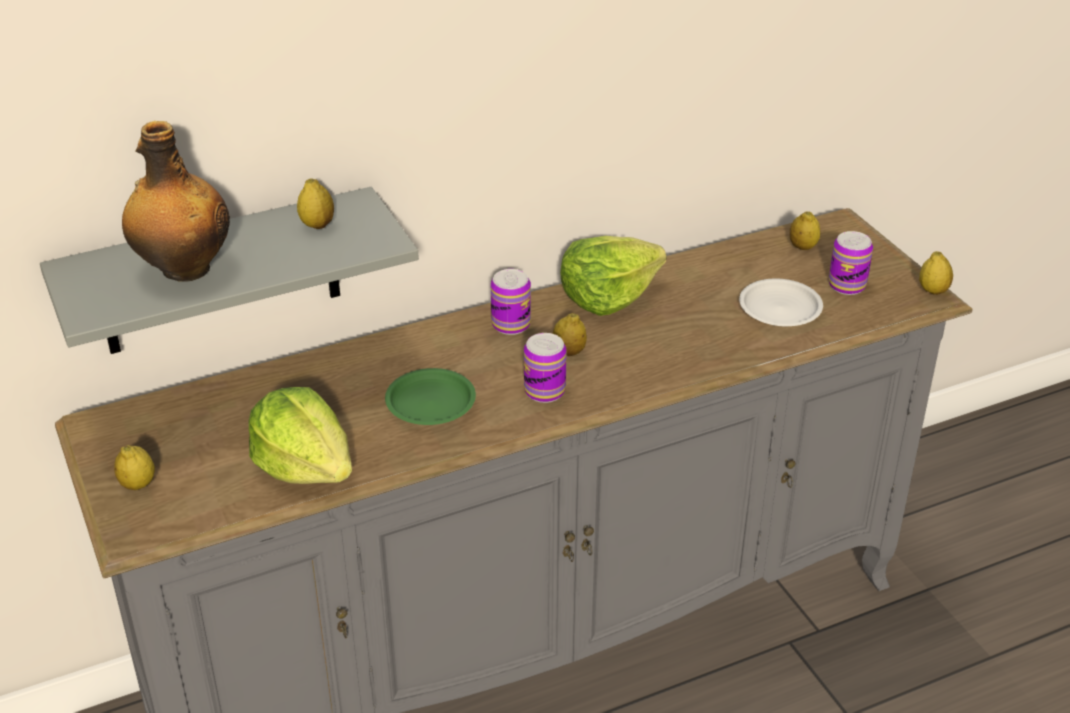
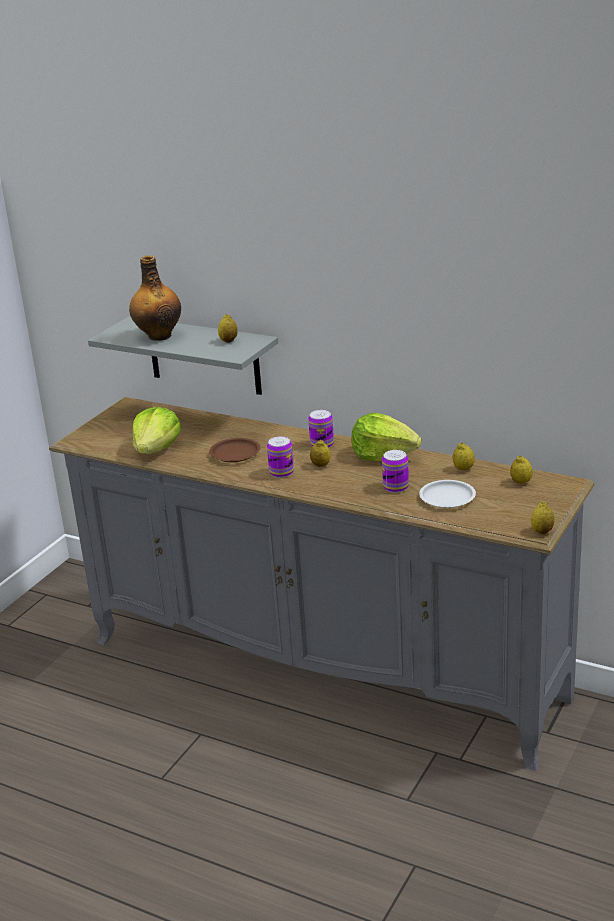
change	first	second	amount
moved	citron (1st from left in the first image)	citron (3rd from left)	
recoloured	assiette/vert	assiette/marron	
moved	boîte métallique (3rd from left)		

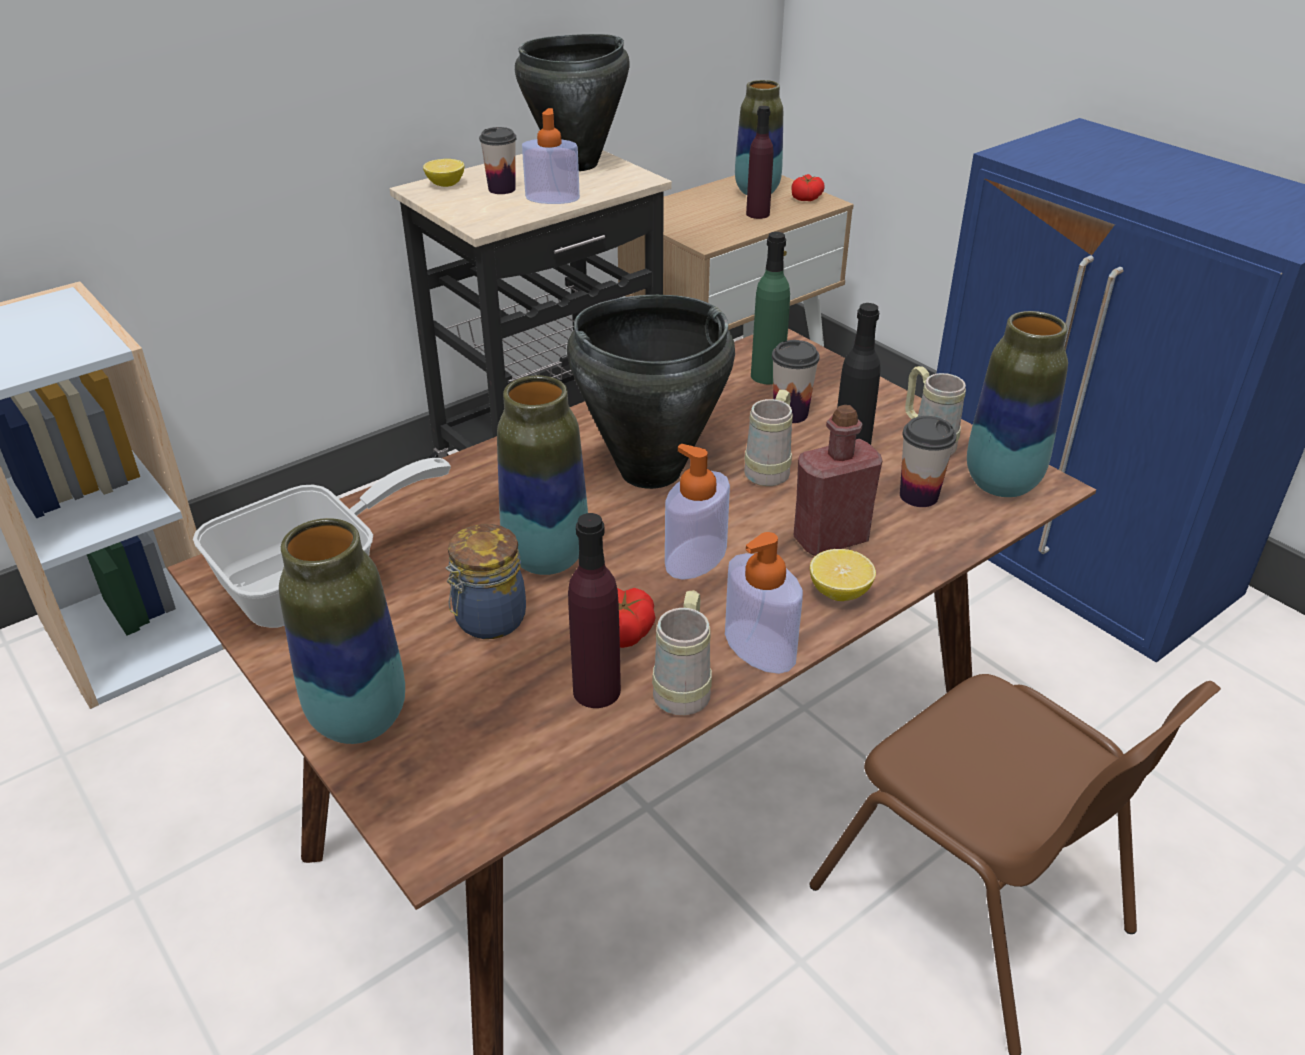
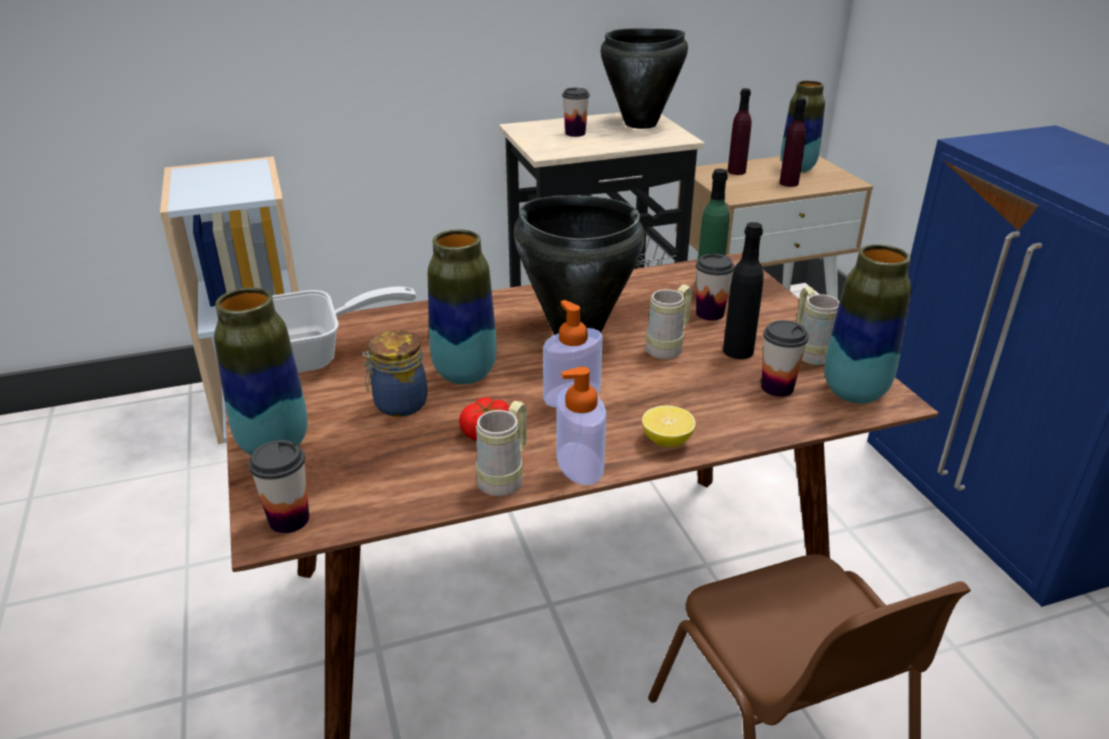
change	first	second	amount
removed	citron (1st from left)		
removed	distributeur de savon (1st from left)		
moved	bouteille/violet (1st from left)		
removed	tomate (2nd from left)		
removed	bouteille/rouge		
added		tasse (1st from left)	

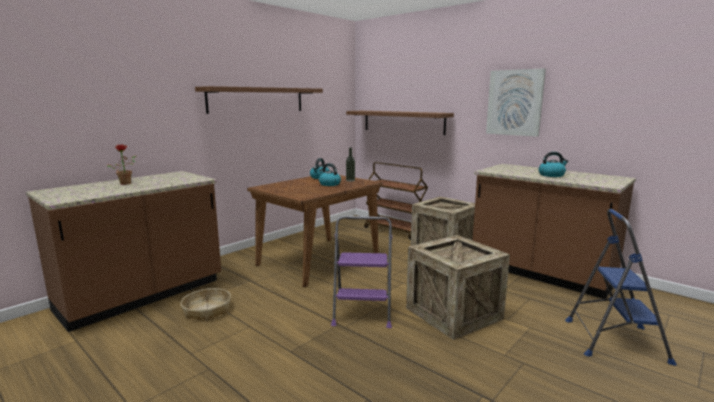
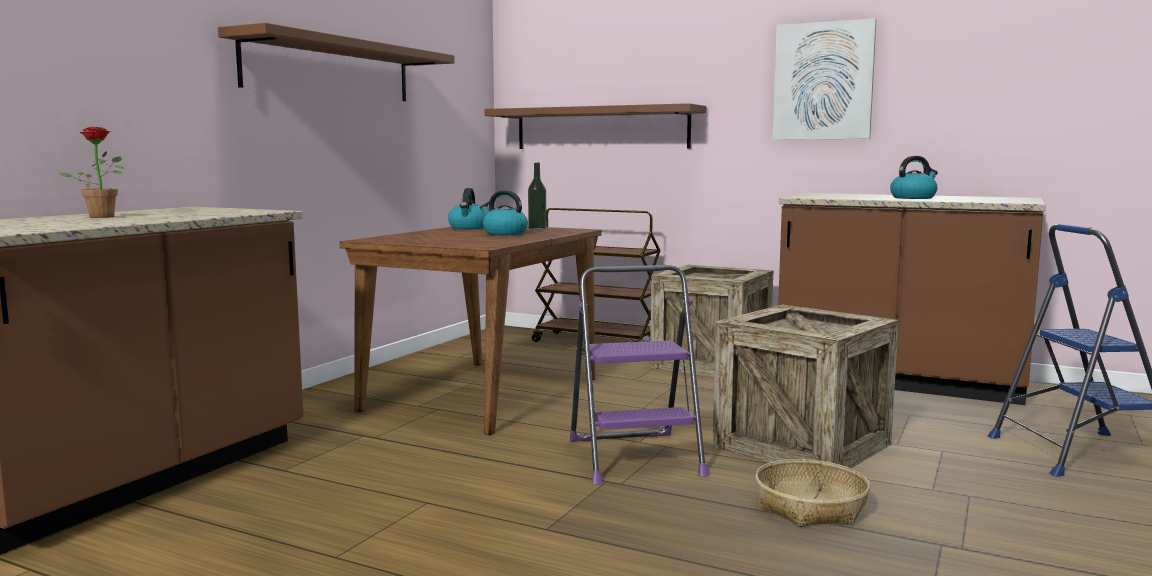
change	first	second	amount
moved	panier		

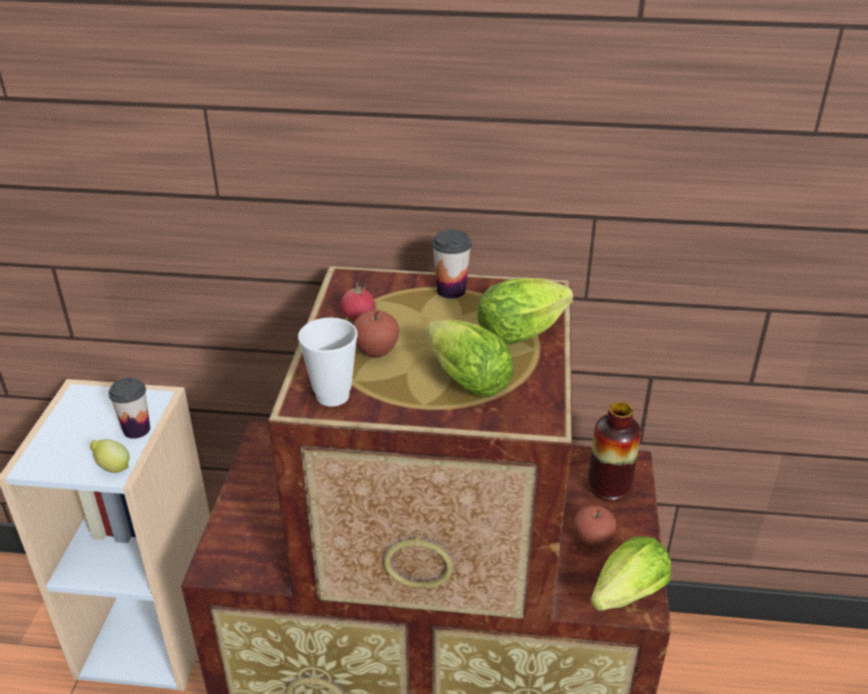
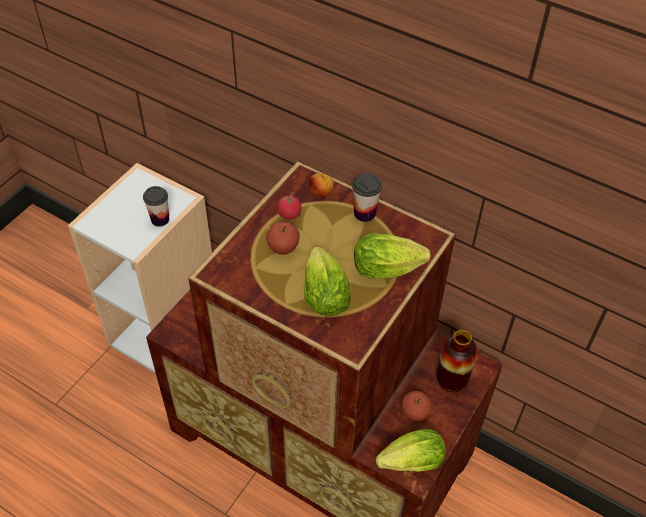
change	first	second	amount
removed	citron		
removed	tasse (2nd from left)		
added		pomme (2nd from left)	

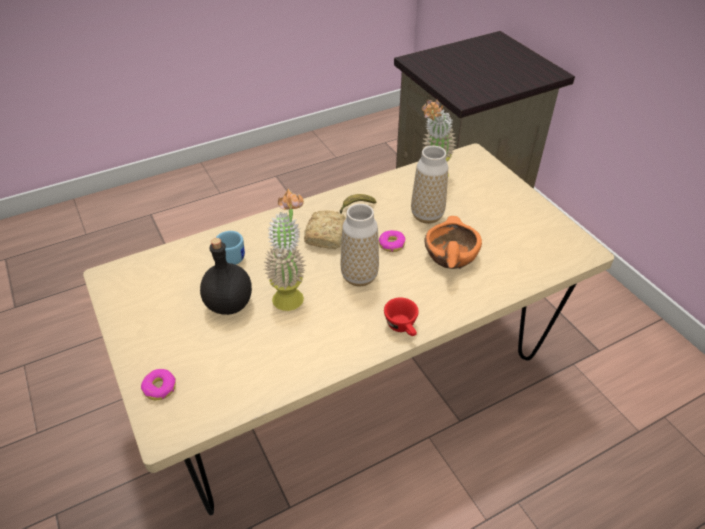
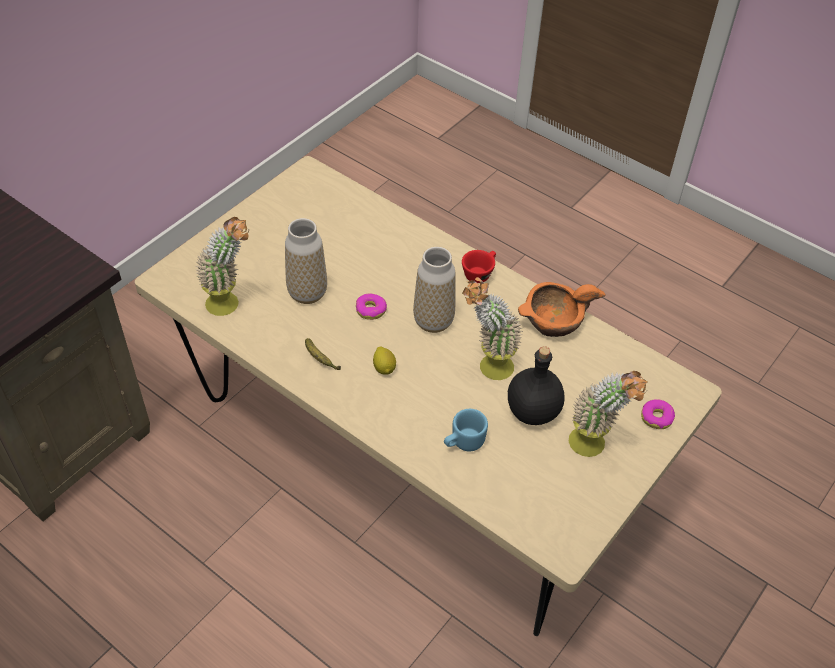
change	first	second	amount
replaced	pain	citron	
moved	bol/orange		
added		plante en pot (3rd from left)	

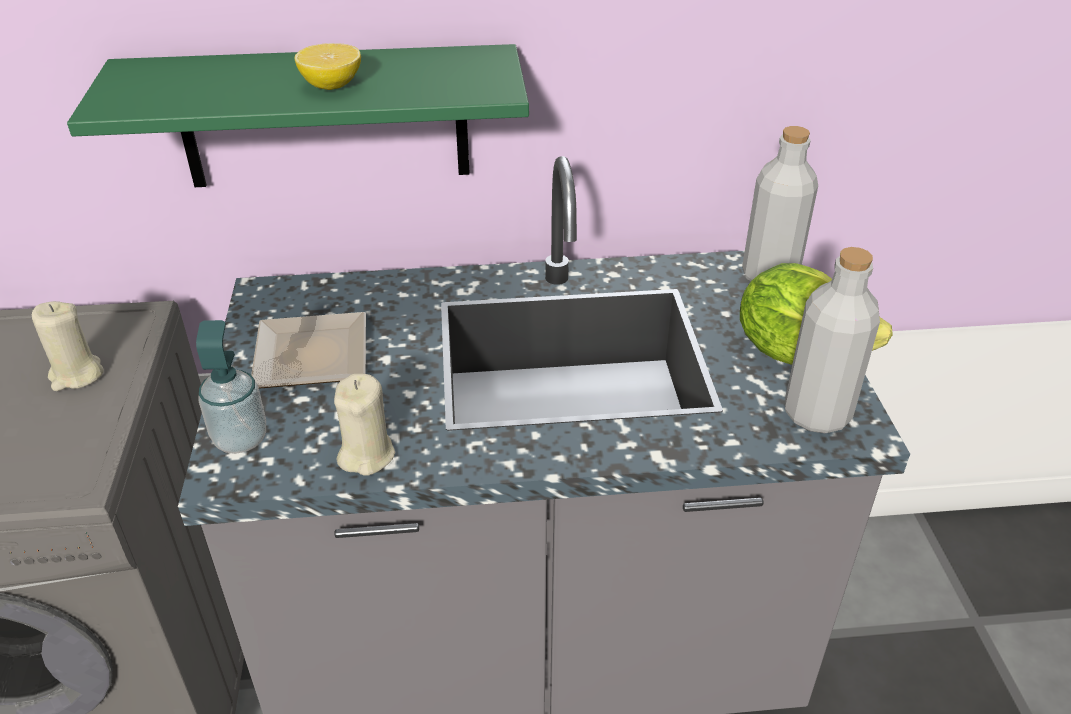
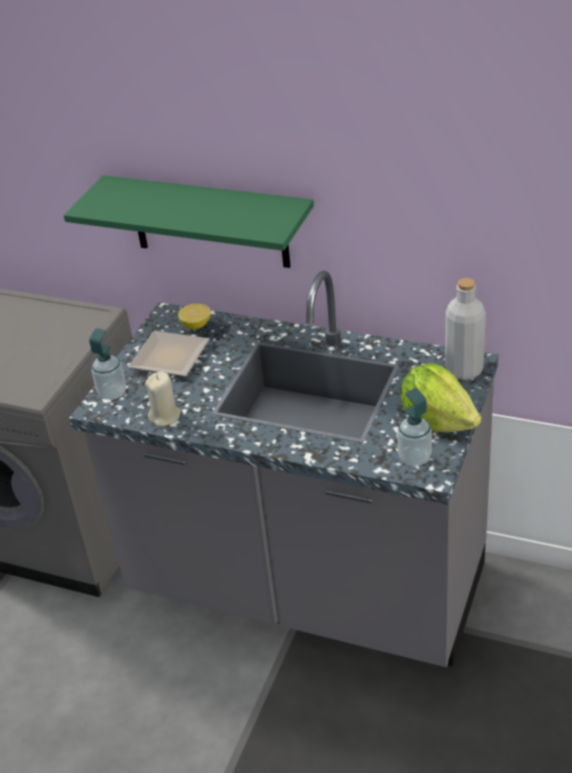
change	first	second	amount
removed	bougie/beige (1st from left)		
moved	citron		
replaced	bouteille/gris (2nd from left)	distributeur de savon (2nd from left)	

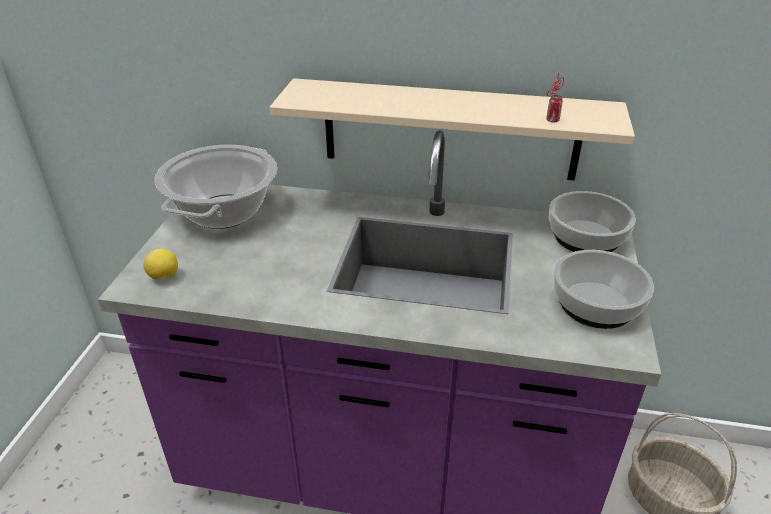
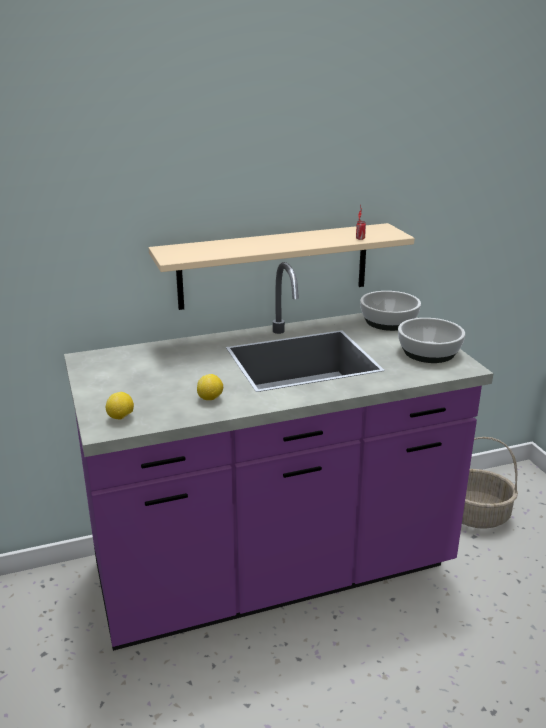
change	first	second	amount
removed	marmite		
added		citron (2nd from left)	

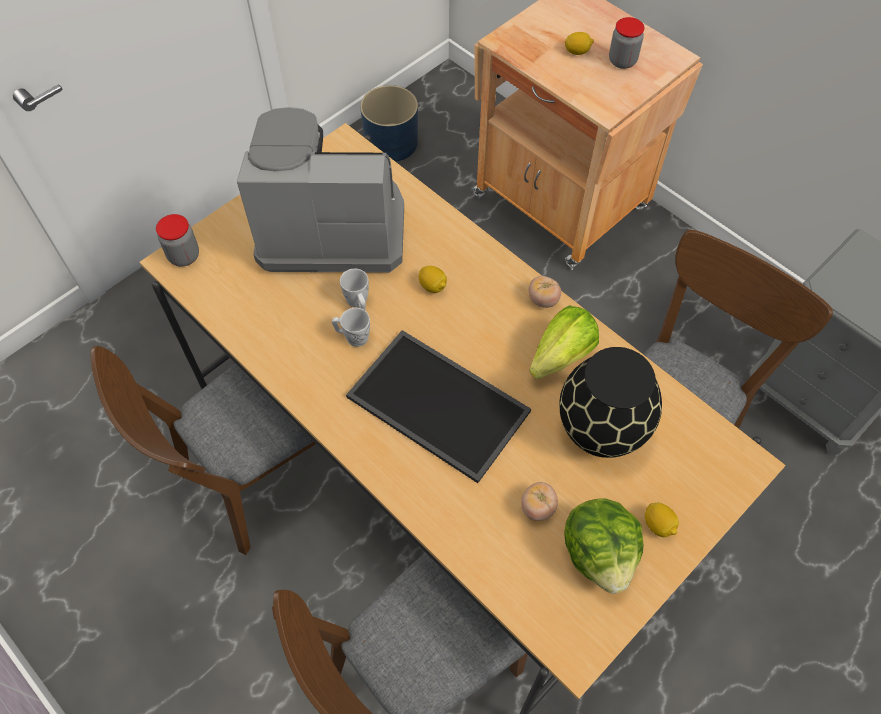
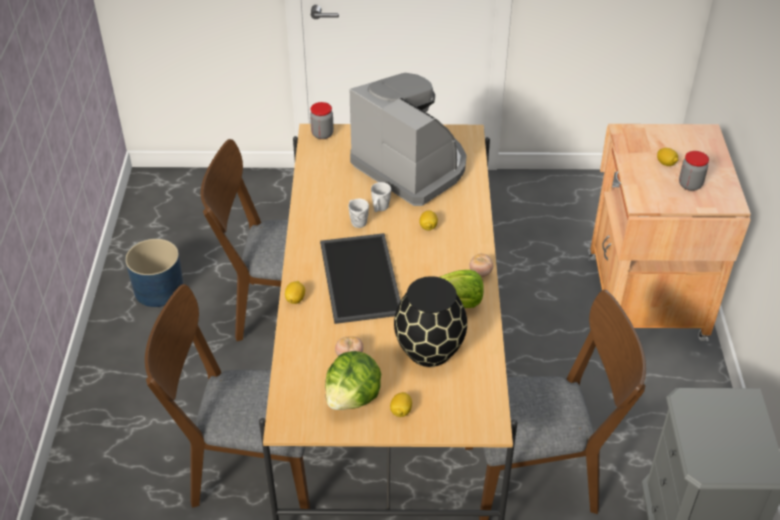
change	first	second	amount
moved	cache-pot/bleu		
added		citron (1st from left)	

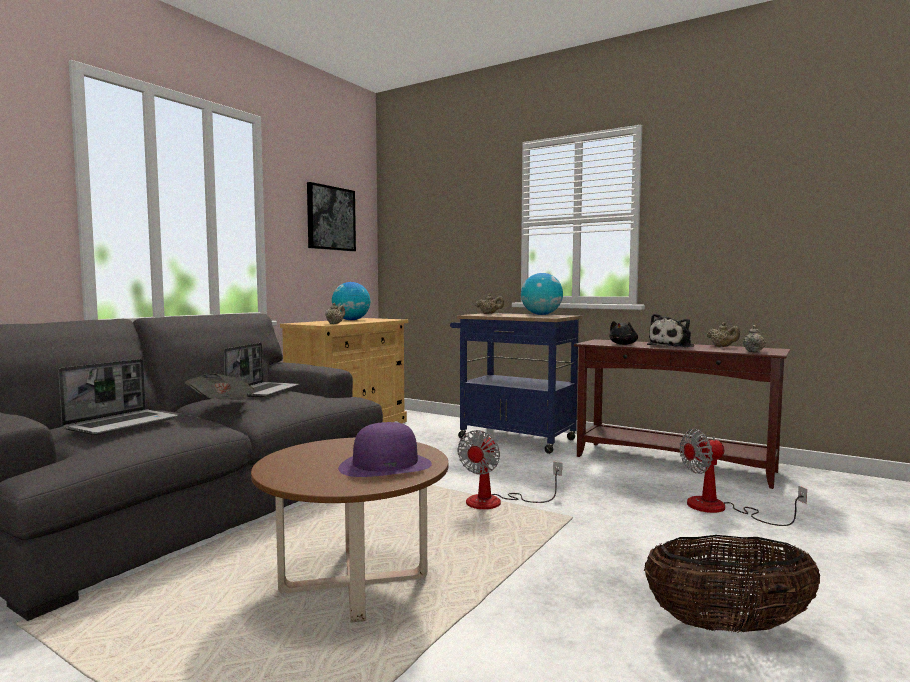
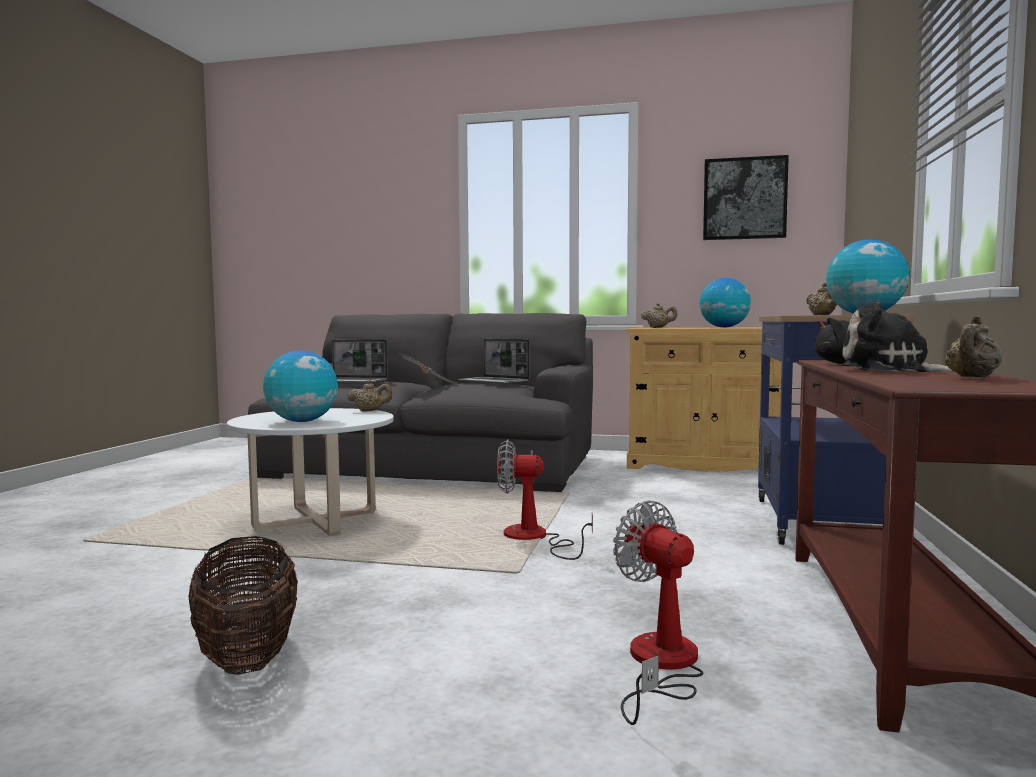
change	first	second	amount
turned	ordinateur portable (2nd from left)		45 degrees clockwise
recoloured	table basse/marron	table basse/blanc	
replaced	chapeau/violet	globe (1st from left)	
moved	théière/beige (4th from left in the first image)	théière/beige (1st from left)	

